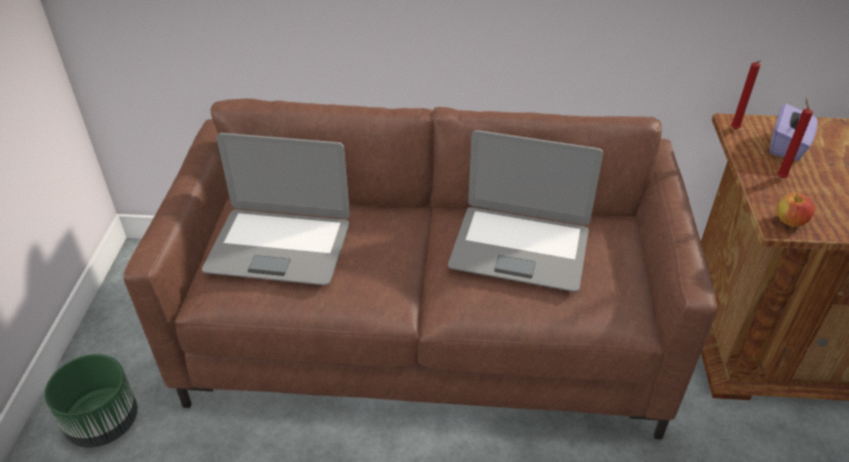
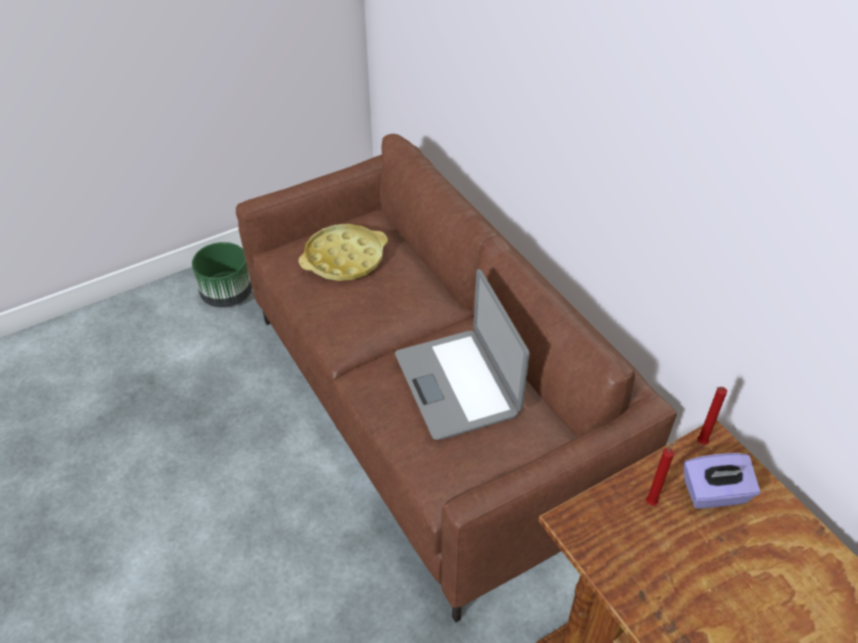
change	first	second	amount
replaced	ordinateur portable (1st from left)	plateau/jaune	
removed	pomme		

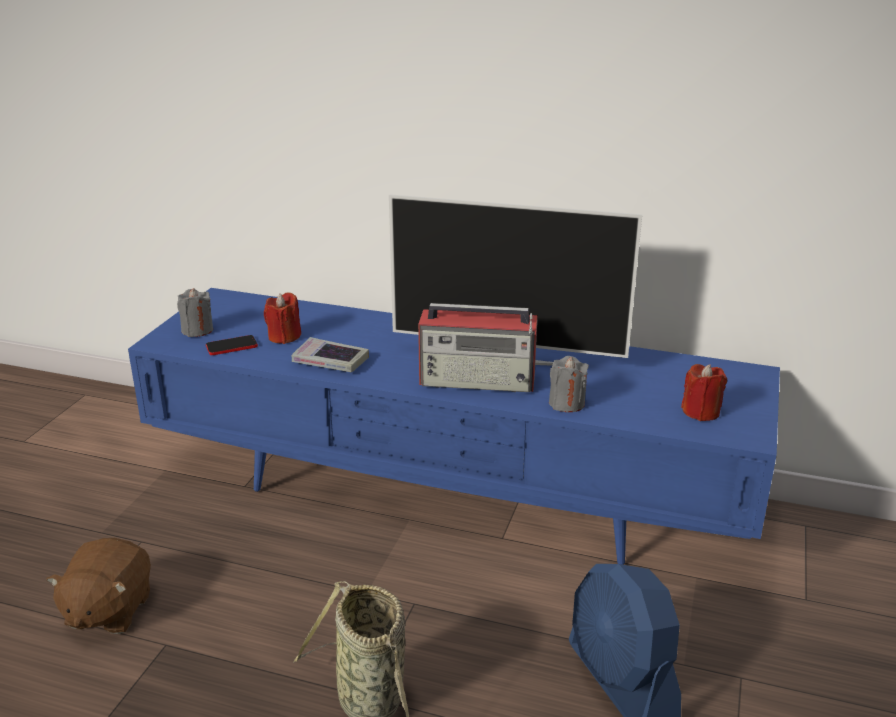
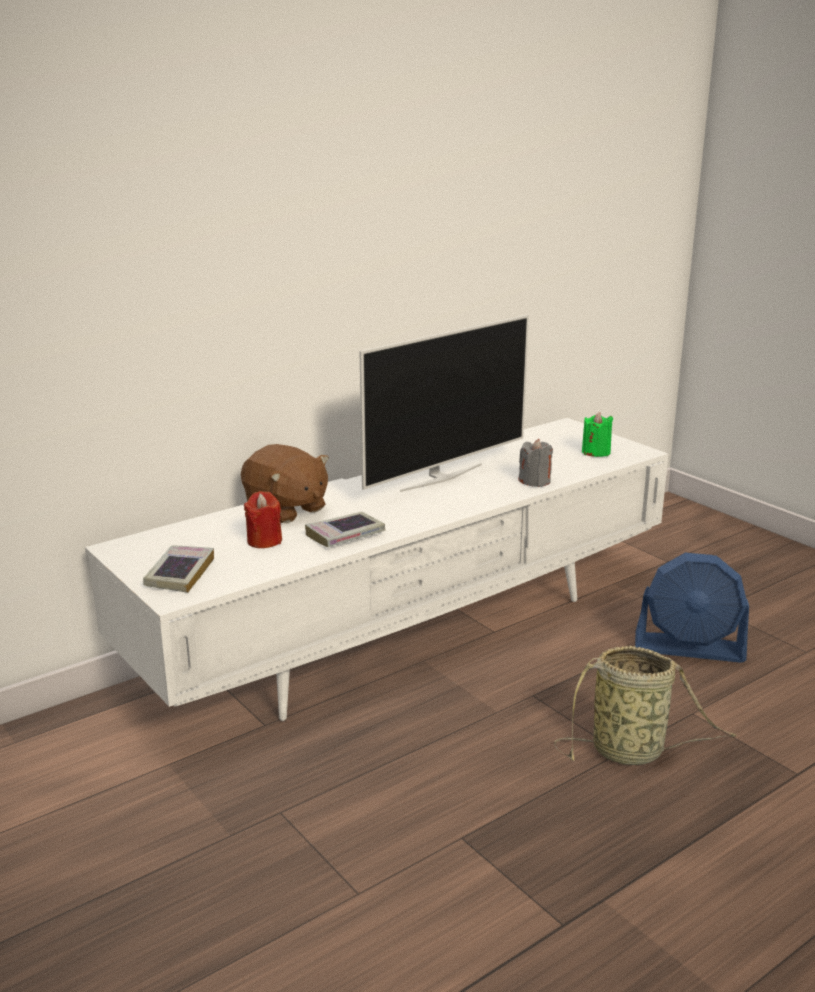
change	first	second	amount
moved	peluche/marron		
recoloured	meuble télé/bleu	meuble télé/blanc	
replaced	bougie/gris (1st from left)	livre (1st from left)	
removed	téléphone		
removed	radio		
recoloured	bougie/rouge (2nd from left)	bougie/vert	

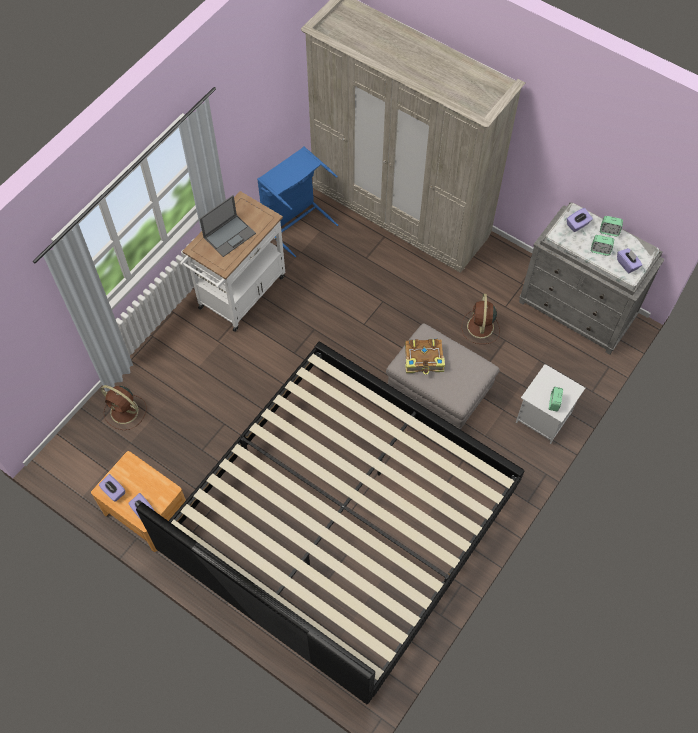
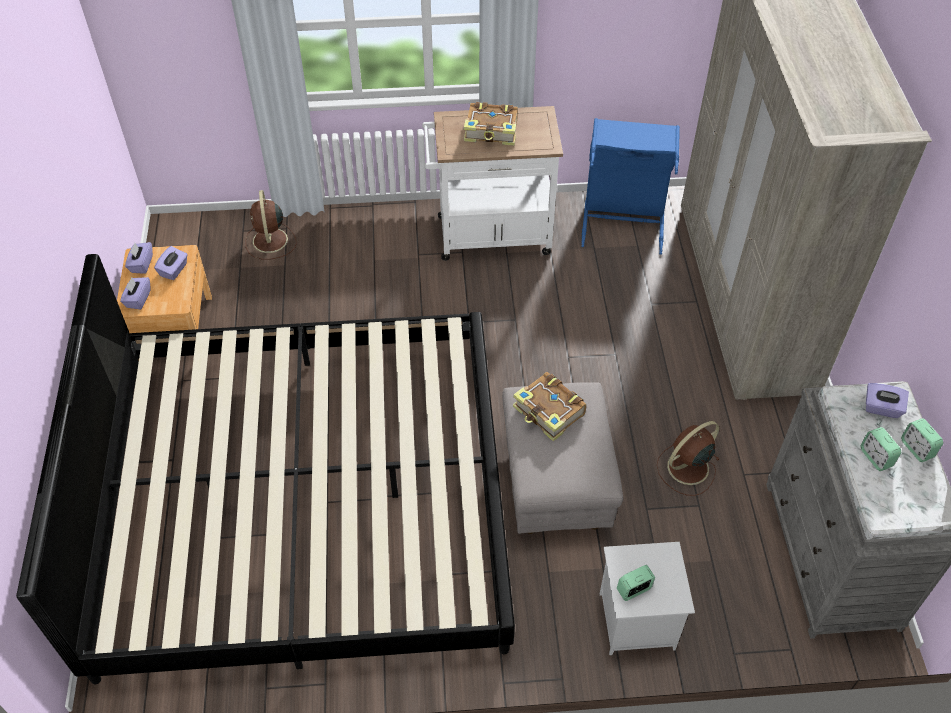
change	first	second	amount
replaced	ordinateur portable	livre (1st from left)	
moved	boîte à mouchoirs/violet (4th from left in the first image)	boîte à mouchoirs/violet (3rd from left)	

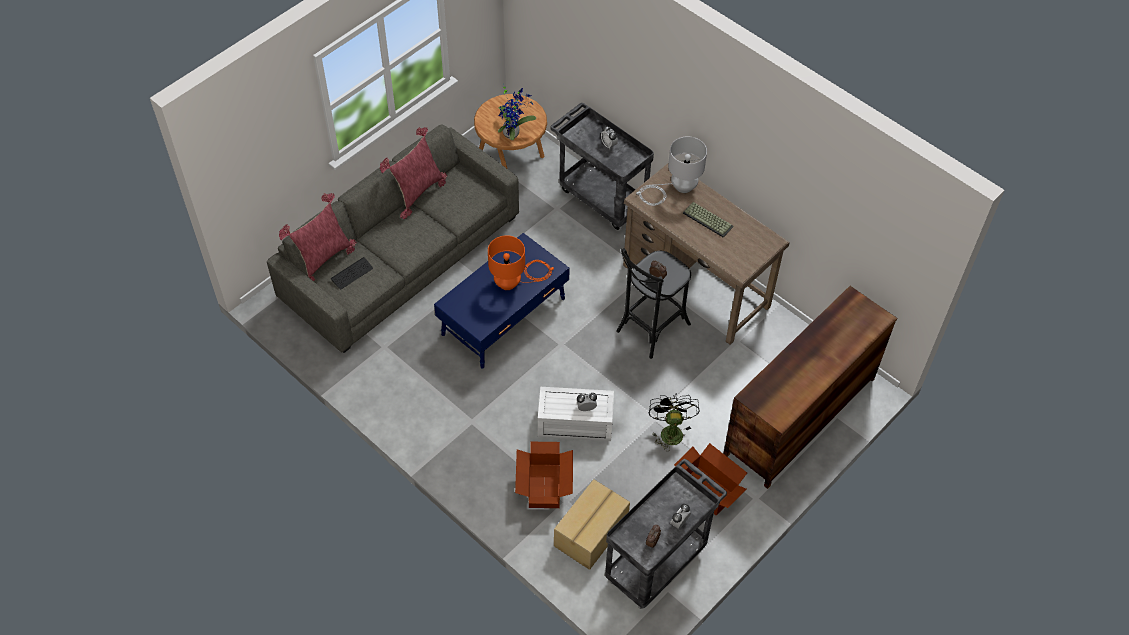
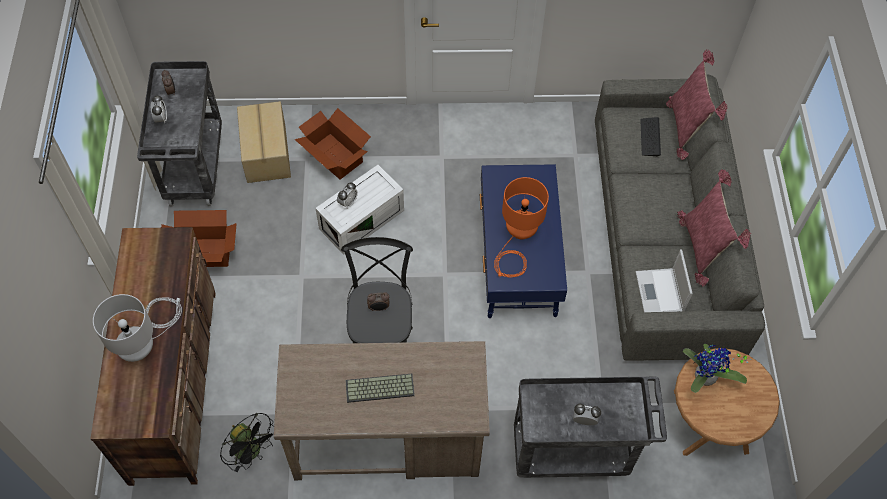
change	first	second	amount
moved	lampe de table/gris		
moved	ventilateur/noir		
added		ordinateur portable	

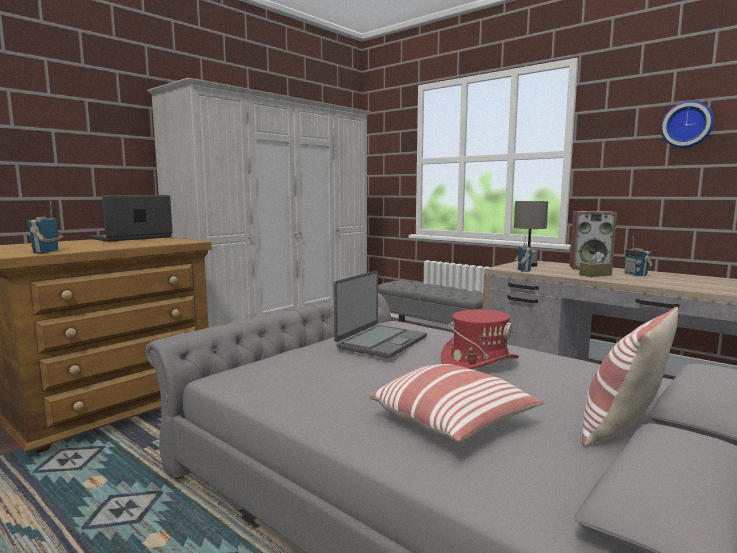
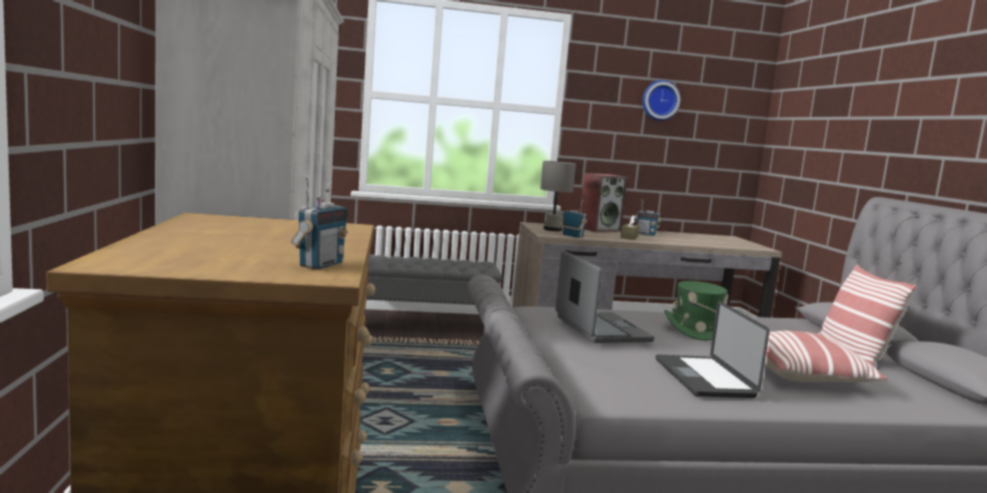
change	first	second	amount
turned	radio (1st from left)		105 degrees counterclockwise
moved	ordinateur portable (1st from left in the first image)	ordinateur portable (2nd from left)	
recoloured	chapeau/rouge	chapeau/vert	

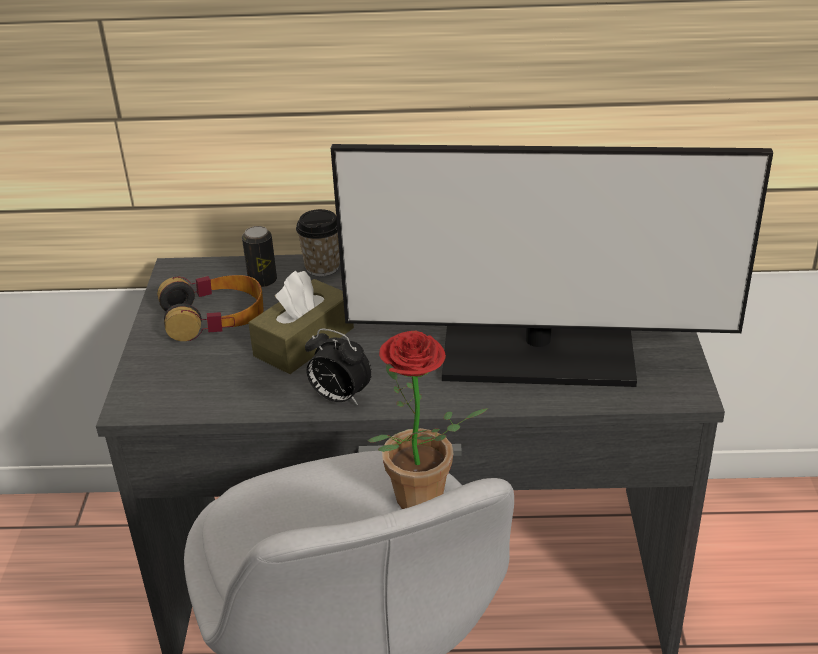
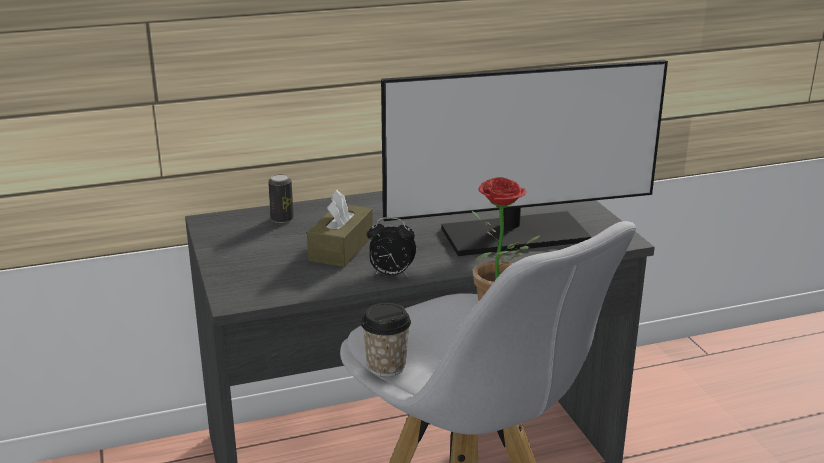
change	first	second	amount
removed	casque audio		
moved	tasse		

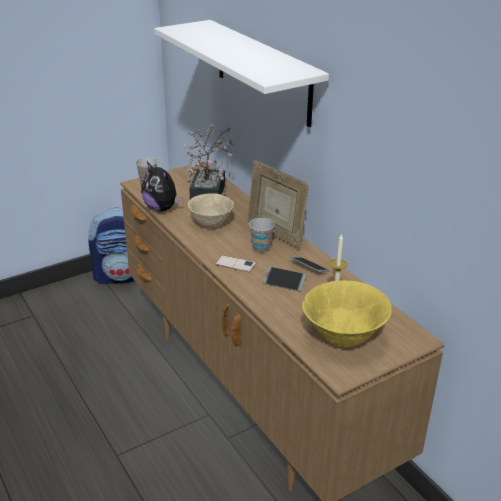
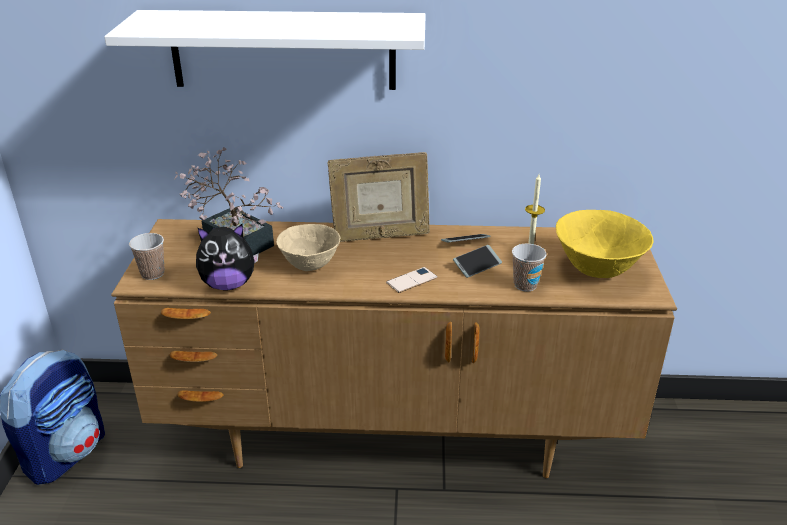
change	first	second	amount
moved	tasse (2nd from left)		

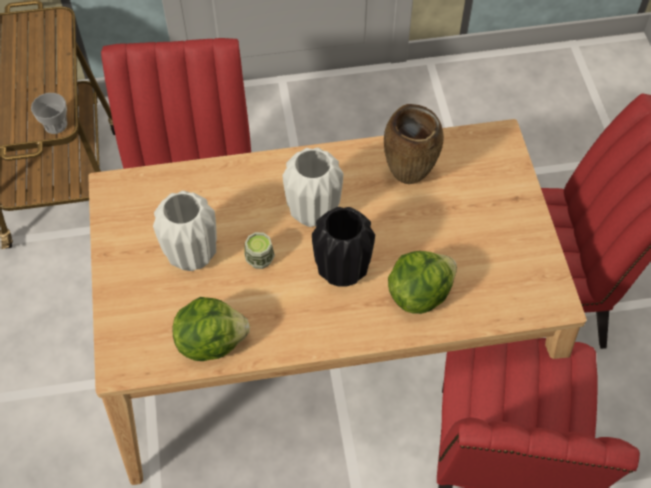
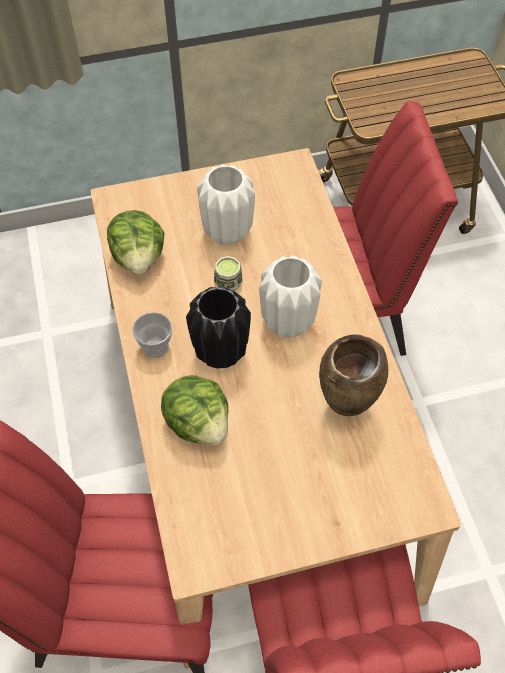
change	first	second	amount
moved	tasse (1st from left)		

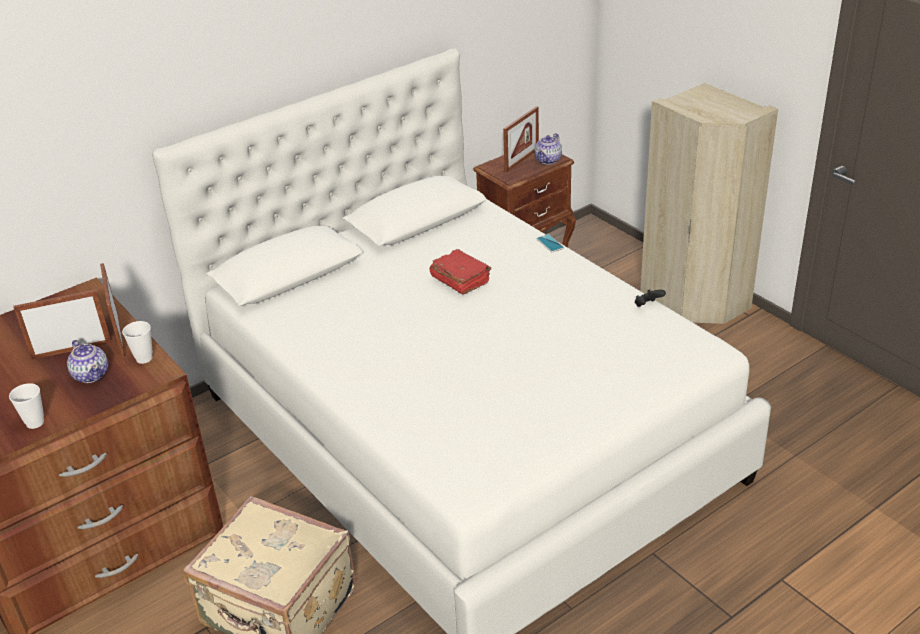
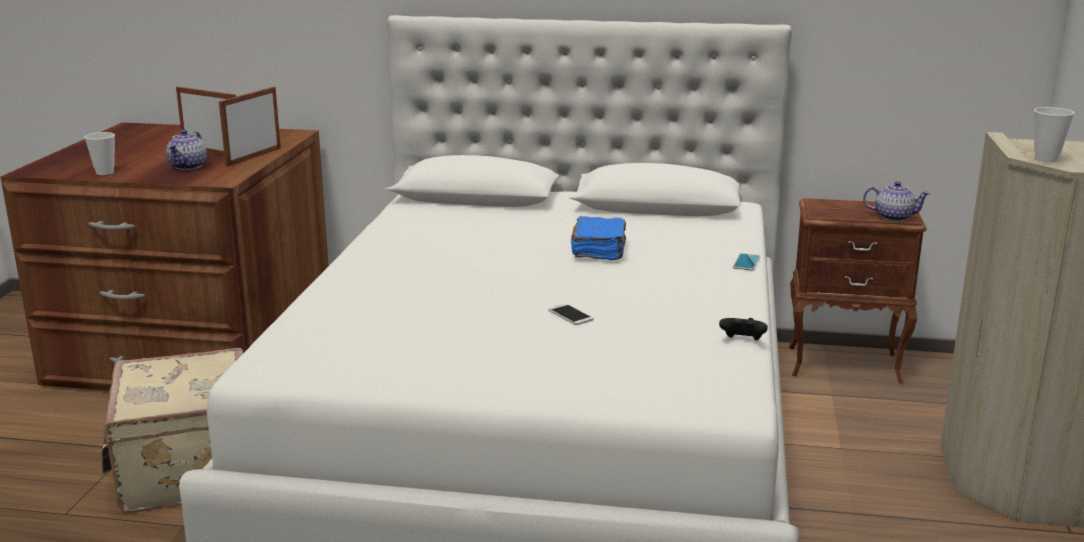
change	first	second	amount
moved	tasse (2nd from left)		
recoloured	livre/rouge	livre/bleu	
removed	cadre photo (3rd from left)		
turned	théière (2nd from left)		150 degrees counterclockwise
added		téléphone (1st from left)	

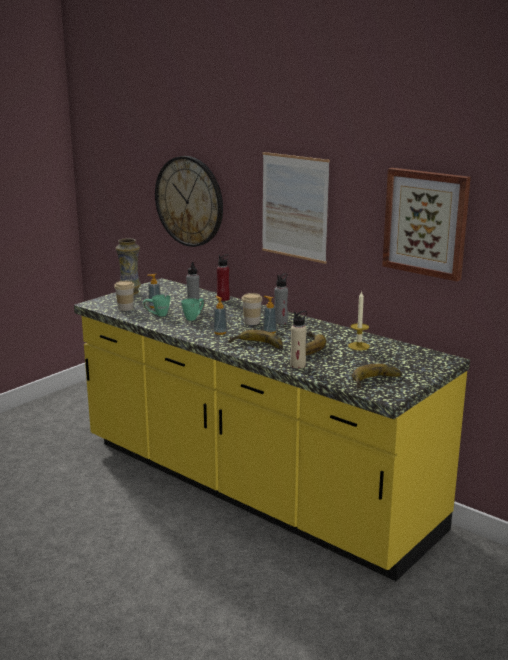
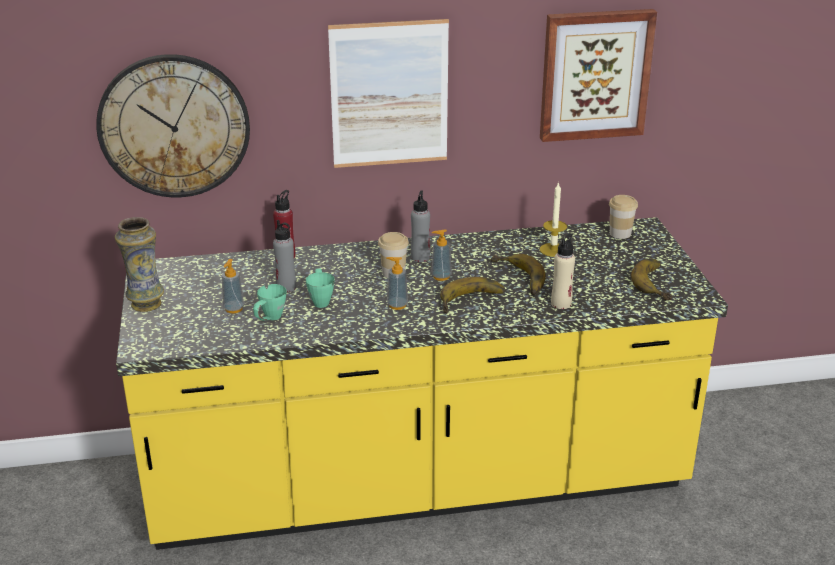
change	first	second	amount
moved	tasse (1st from left in the first image)	tasse (2nd from left)	

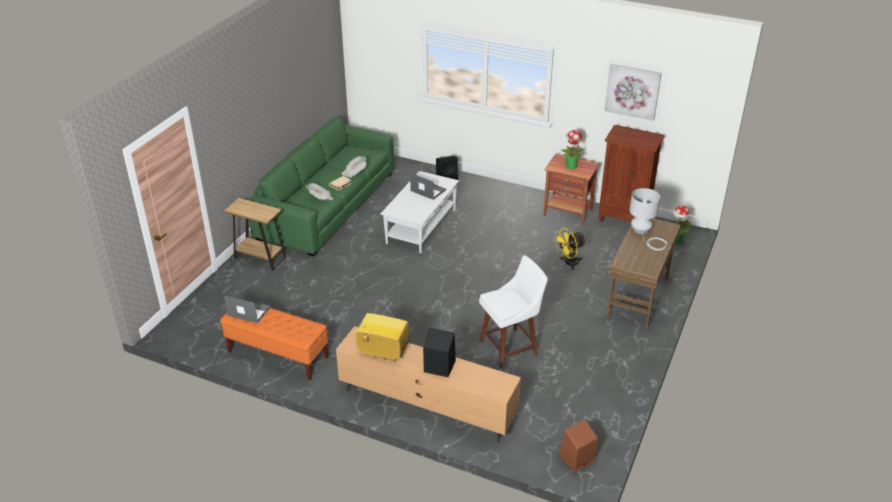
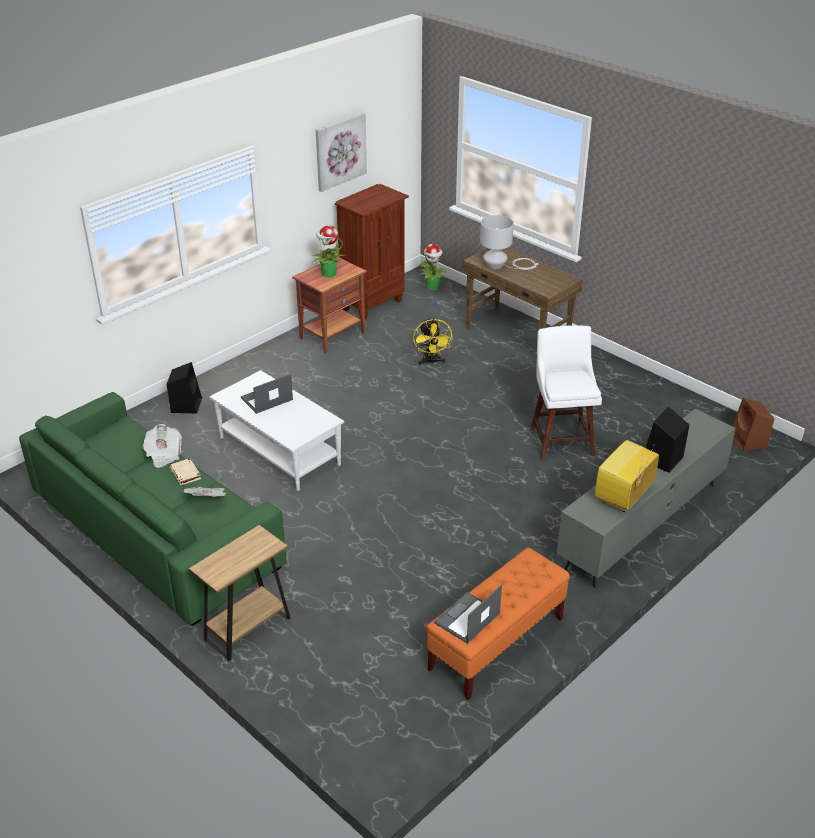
change	first	second	amount
recoloured	meuble télé/marron	meuble télé/gris	

